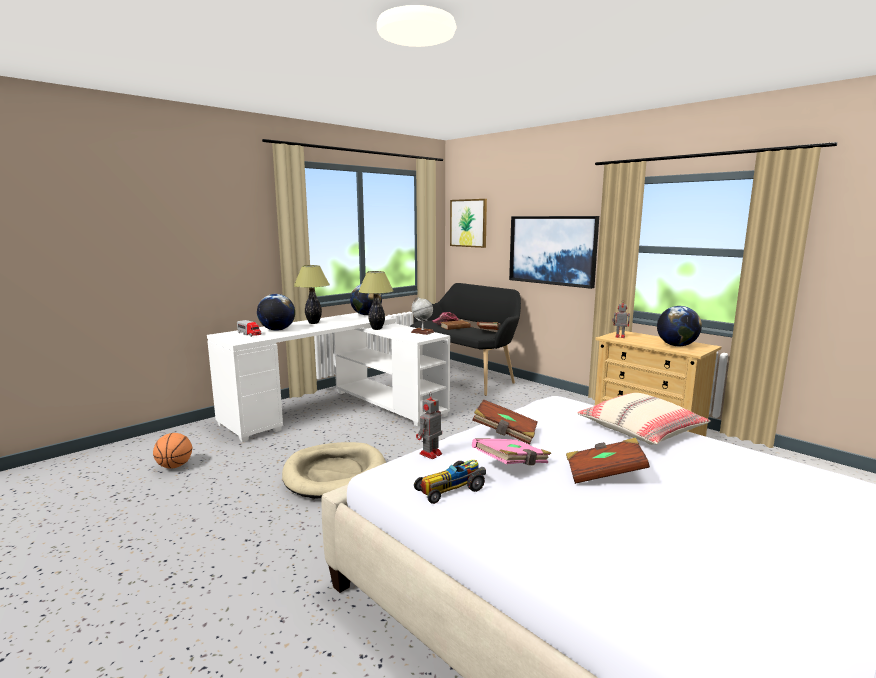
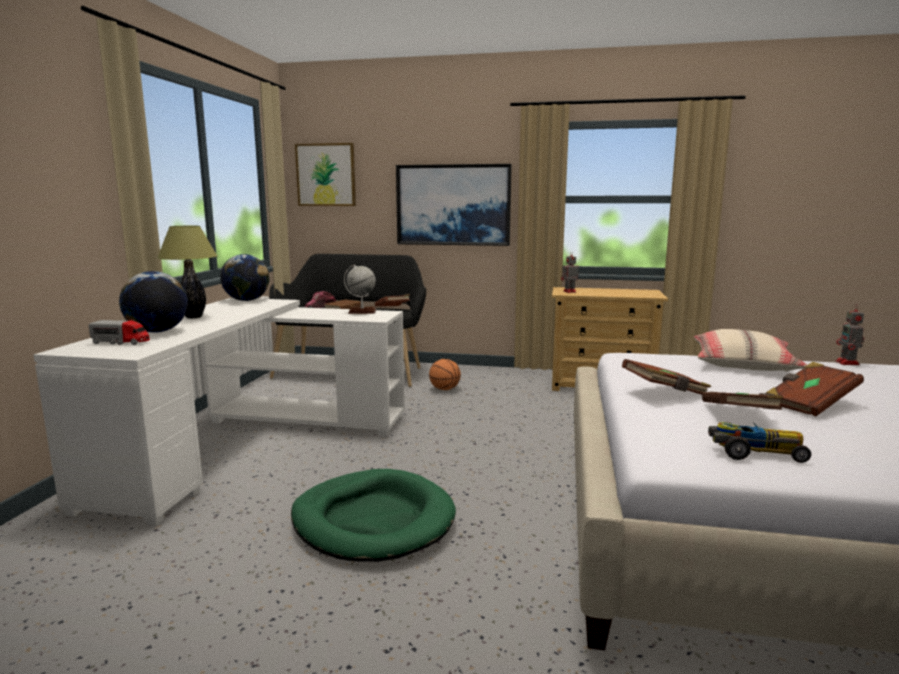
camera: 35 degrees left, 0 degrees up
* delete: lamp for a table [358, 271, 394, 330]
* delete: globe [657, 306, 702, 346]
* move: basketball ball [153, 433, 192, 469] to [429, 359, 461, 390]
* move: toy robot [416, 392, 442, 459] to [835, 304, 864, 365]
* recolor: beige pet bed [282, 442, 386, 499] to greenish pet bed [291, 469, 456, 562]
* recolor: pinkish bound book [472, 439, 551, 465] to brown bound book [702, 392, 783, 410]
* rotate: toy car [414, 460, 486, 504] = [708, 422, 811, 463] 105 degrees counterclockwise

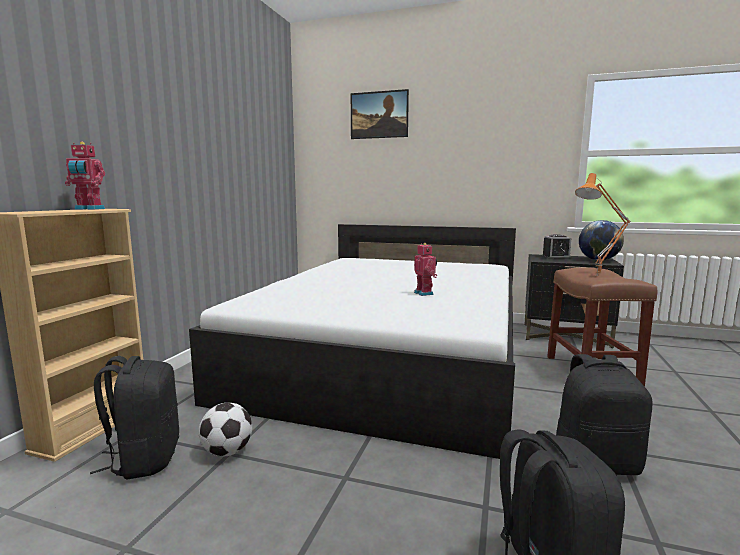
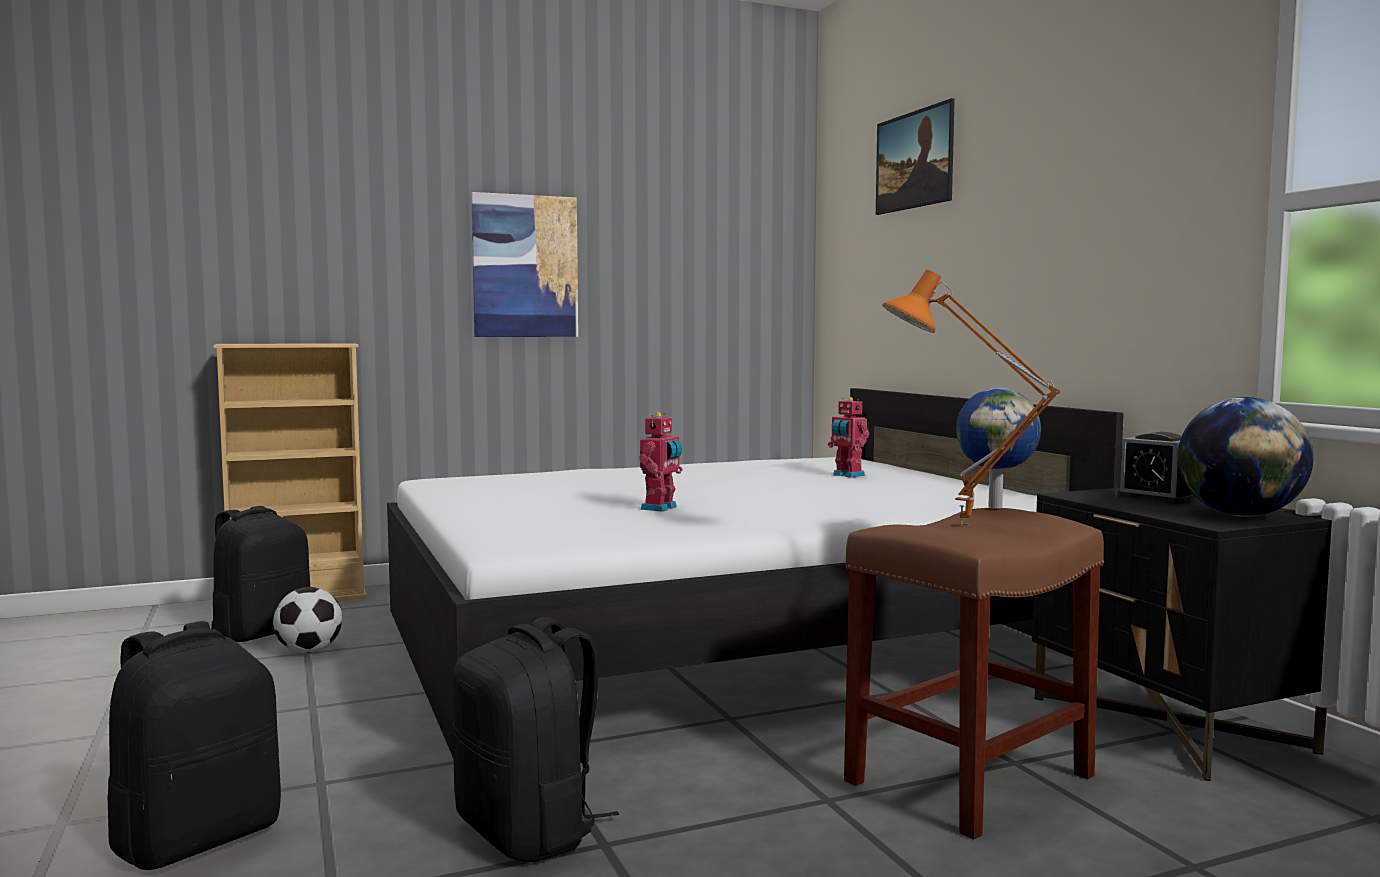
camera: 50 degrees right, 5 degrees down
* insert: picture [471, 192, 578, 337]
* insert: globe [956, 388, 1041, 508]
* move: toy robot [65, 142, 105, 210] to [828, 397, 869, 478]

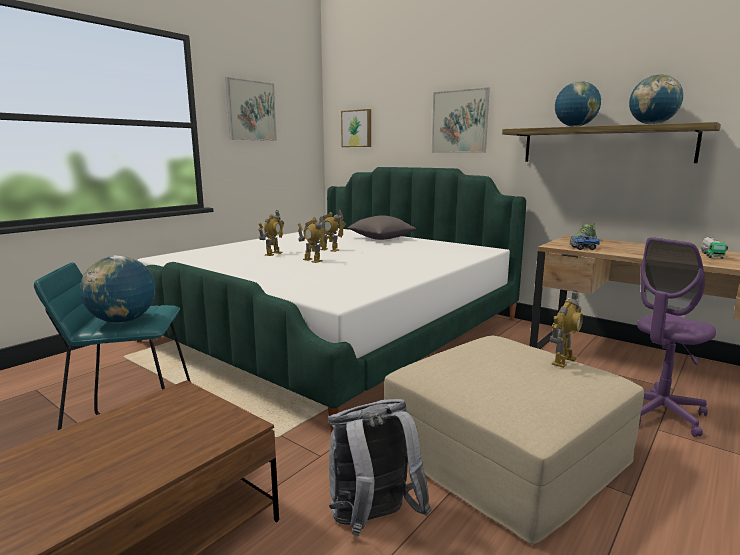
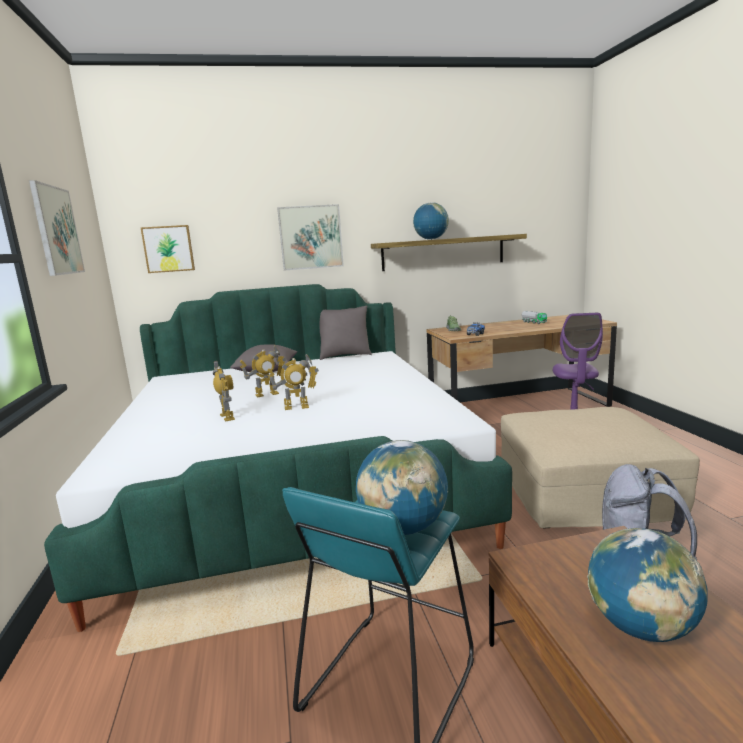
camera: 50 degrees left, 0 degrees up
* delete: toy robot [550, 290, 583, 368]
* insert: gray cushion [319, 306, 372, 360]
* move: globe [629, 74, 683, 124] to [587, 528, 708, 642]

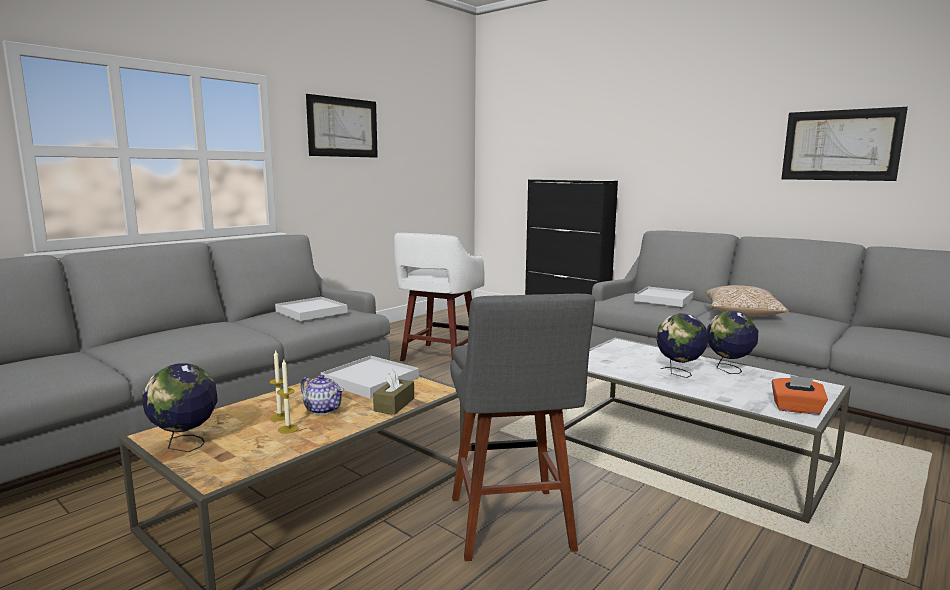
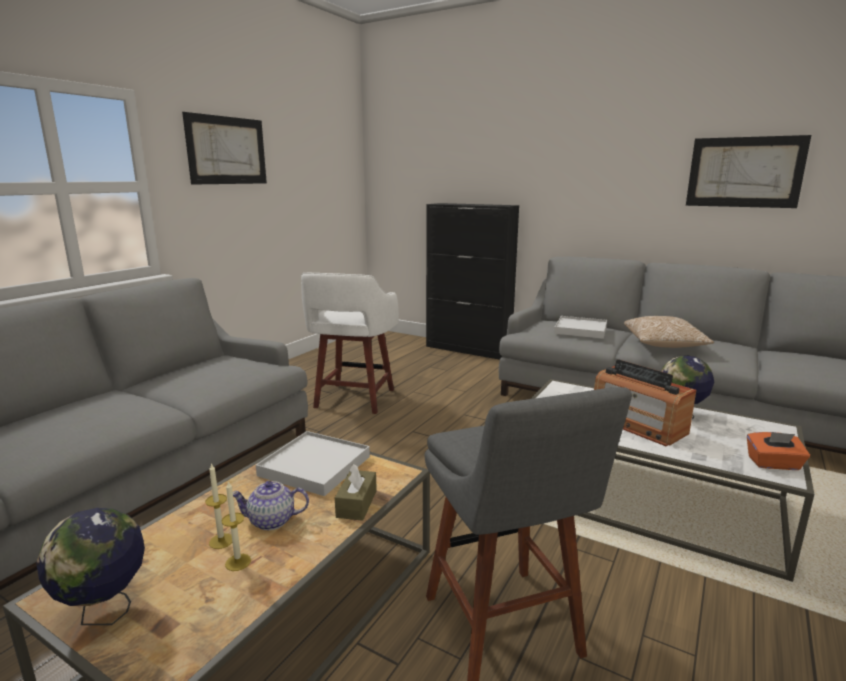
camera: 10 degrees left, 5 degrees up
* delete: white-coloured serving tray [275, 297, 348, 321]
* replace: globe [656, 313, 708, 378] to radio [594, 359, 696, 446]
* rotate: tea pot [300, 375, 344, 415] = [233, 481, 309, 530] 150 degrees clockwise

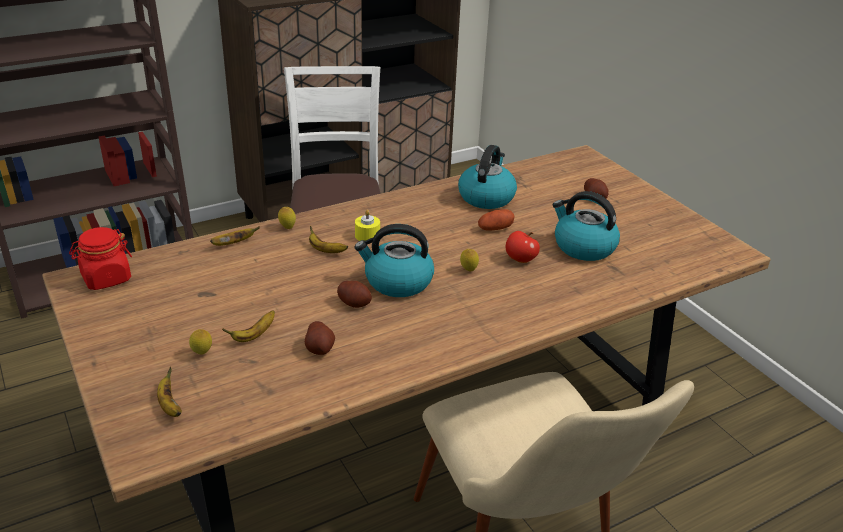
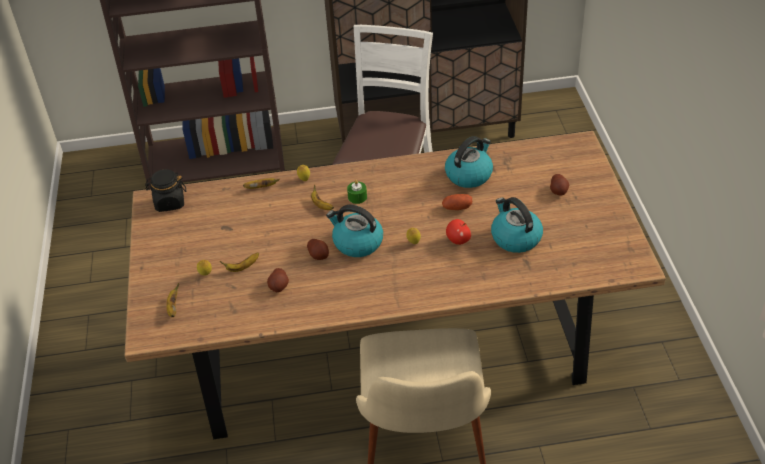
camera: 25 degrees right, 10 degrees up
* recolor: reddish storage jar [69, 227, 132, 290] to black storage jar [145, 169, 186, 212]
* recolor: yellow-coloured wax candle [355, 210, 380, 241] to greenish wax candle [347, 180, 367, 204]

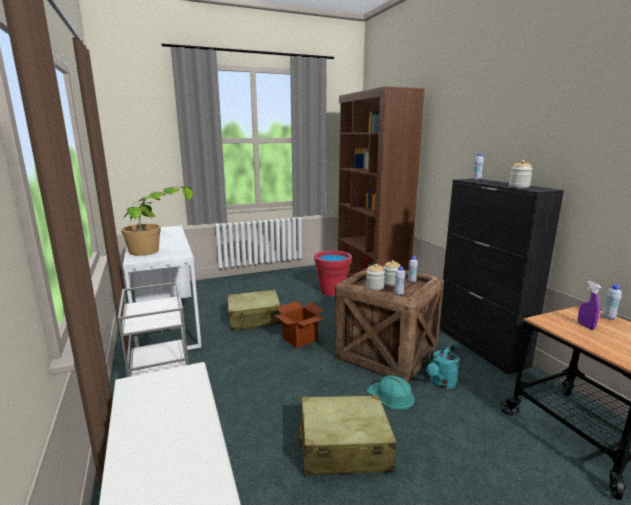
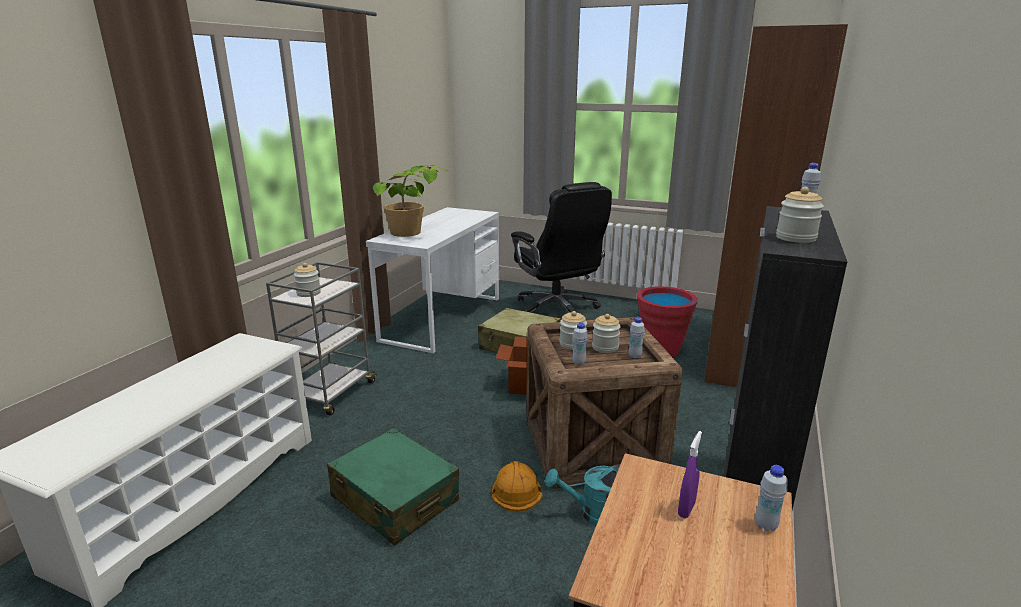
camera: 45 degrees right, 5 degrees up
* insert: storage jar [294, 263, 321, 297]
* insert: black computer chair [511, 182, 612, 313]
* recolor: beige travel case [295, 395, 397, 476] to greenish travel case [327, 428, 459, 546]
* recolor: turquoise-coloured work helmet [367, 375, 414, 410] to orange-coloured work helmet [492, 461, 542, 512]

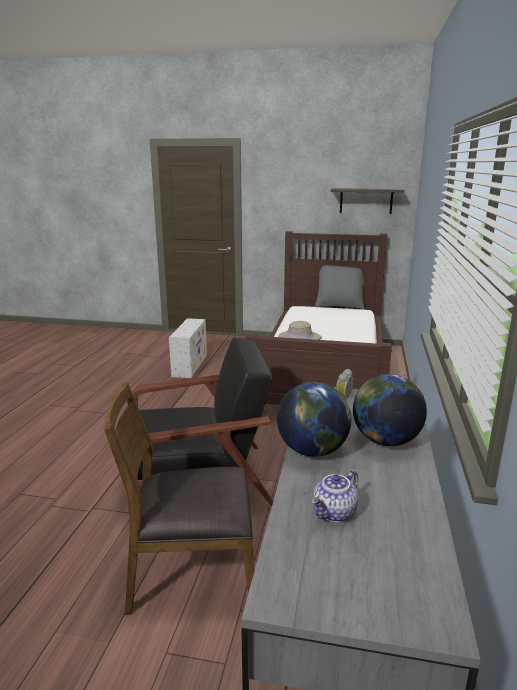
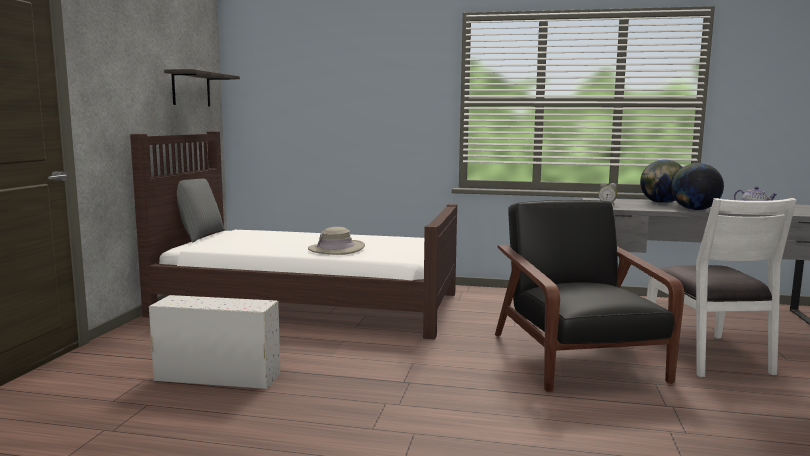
camera: 90 degrees left, 10 degrees down
* recolor: brown upright chair [104, 382, 255, 615] to white-coloured upright chair [646, 198, 797, 377]

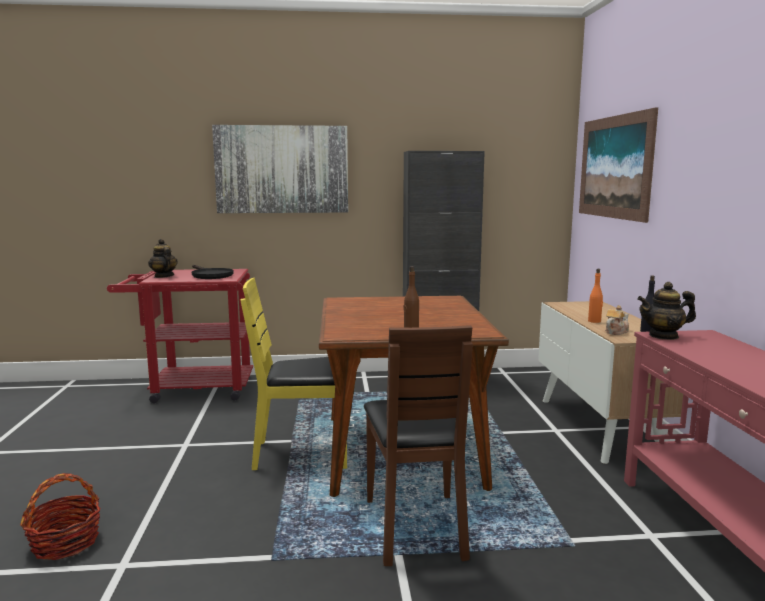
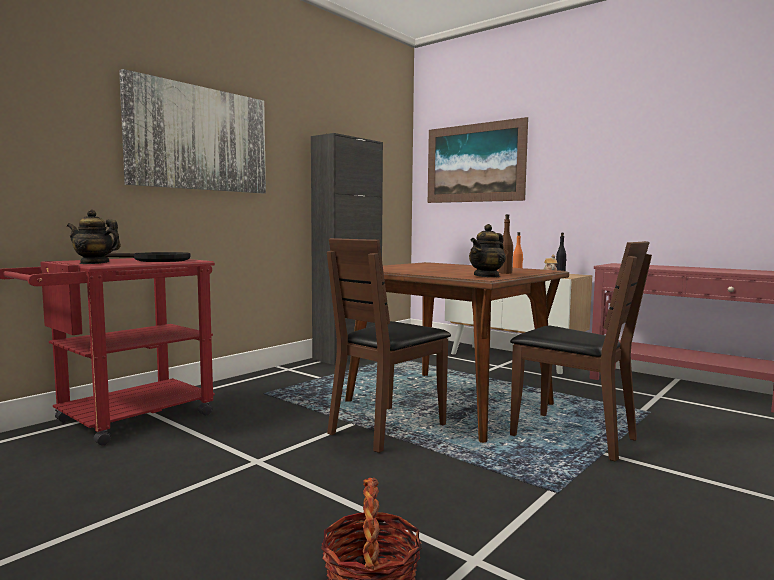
camera: 45 degrees left, 5 degrees down
* move: tea pot [637, 282, 696, 340] to [469, 224, 506, 278]
* recolor: yellow-coloured upright chair [240, 278, 347, 470] to brown upright chair [327, 238, 451, 453]

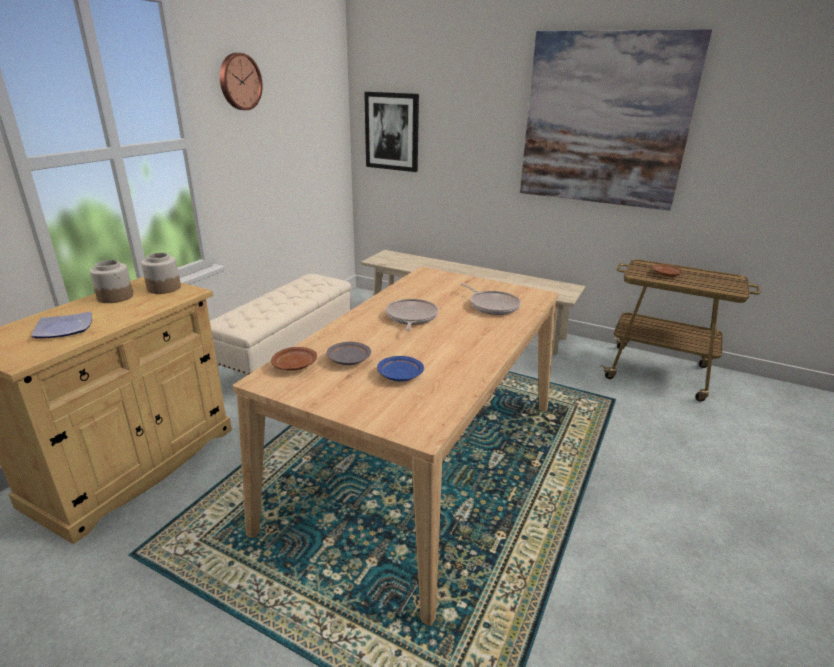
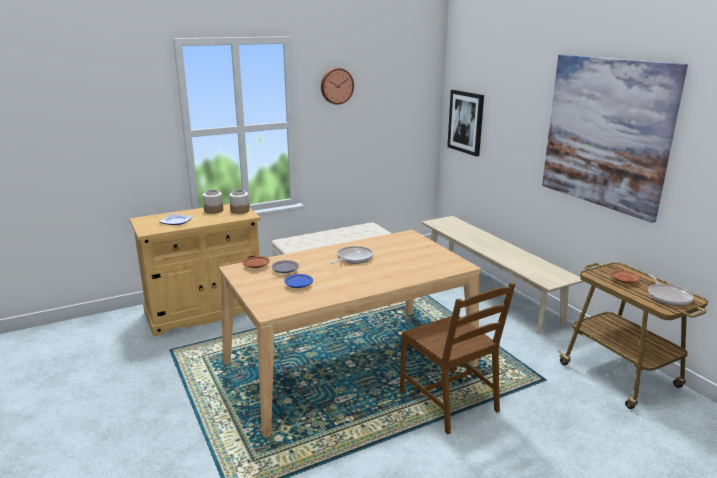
camera: 35 degrees right, 5 degrees down
* insert: brown upright chair [400, 282, 516, 434]
* move: skillet [461, 283, 521, 315] to [648, 274, 694, 306]

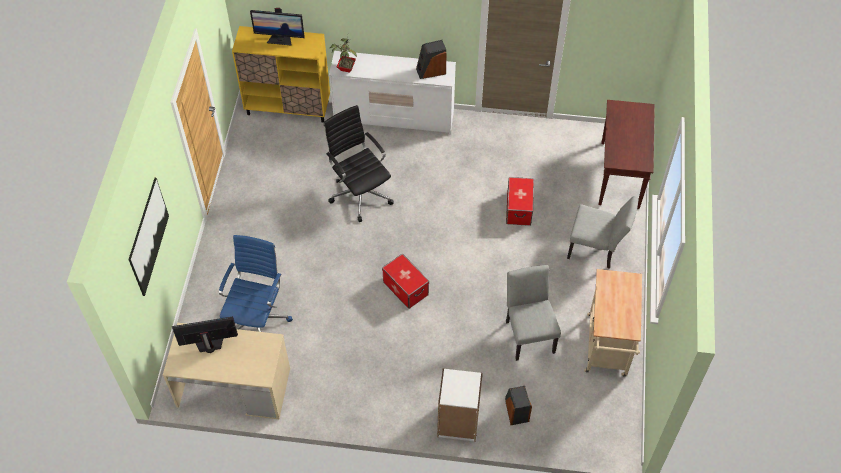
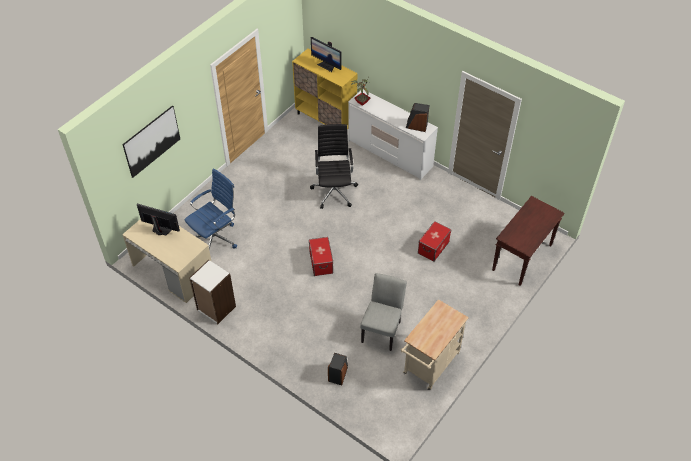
camera: 30 degrees right, 5 degrees down
* delete: gray upright chair [567, 196, 639, 269]
* move: white-coloured shelving unit [437, 368, 483, 442] to [189, 260, 236, 325]

